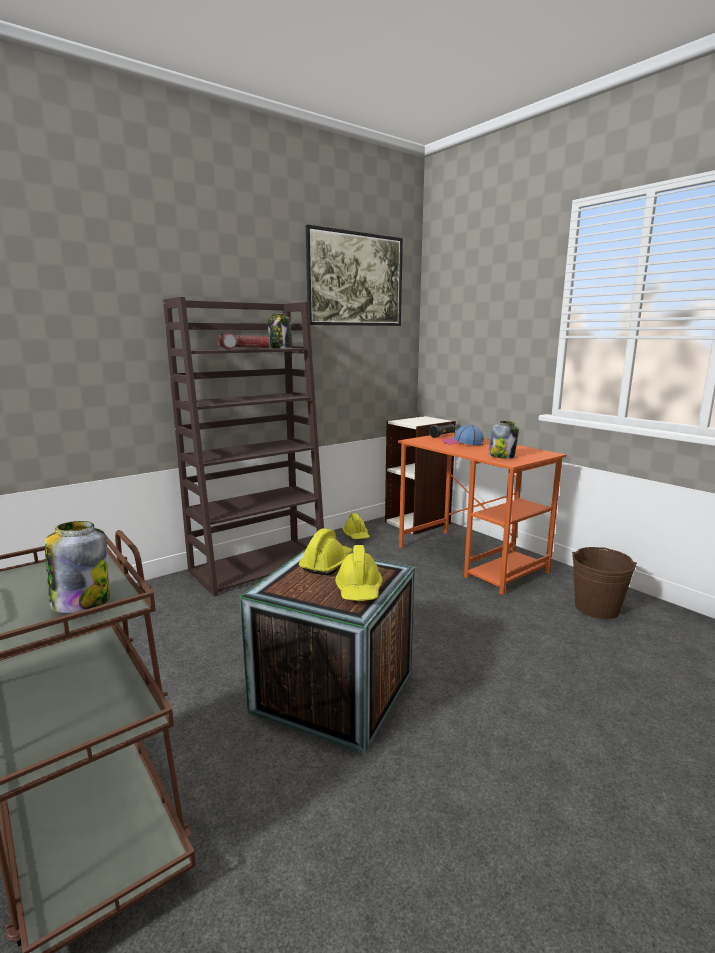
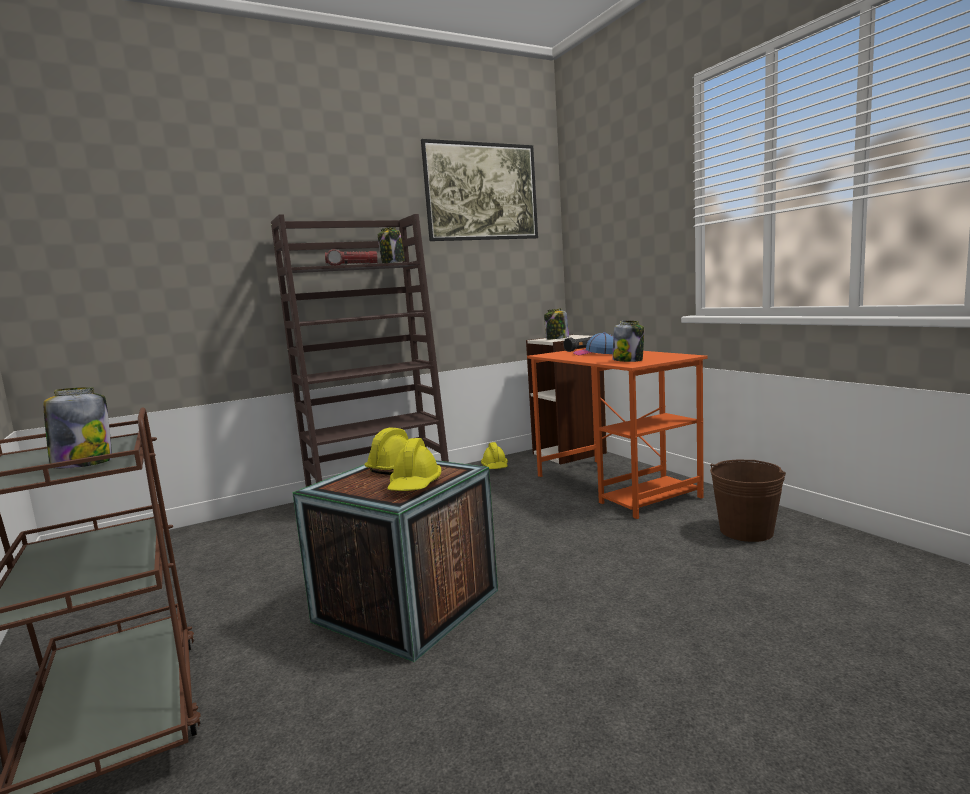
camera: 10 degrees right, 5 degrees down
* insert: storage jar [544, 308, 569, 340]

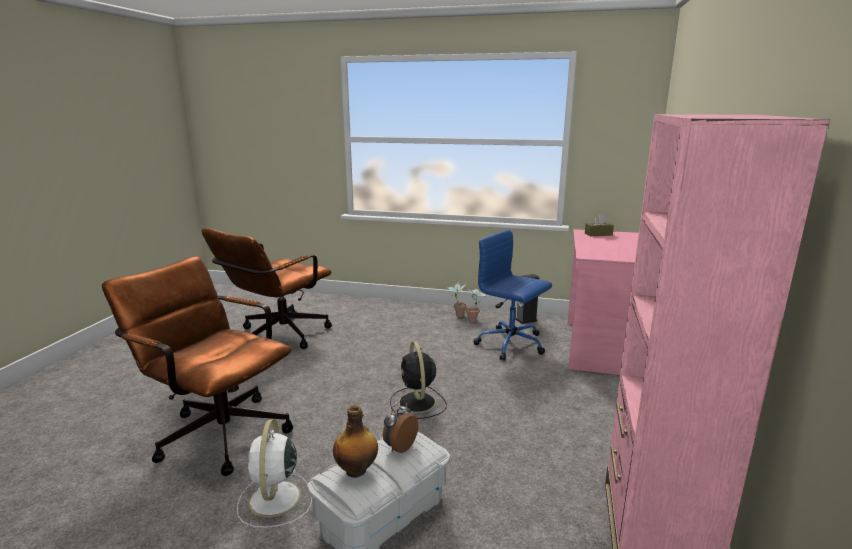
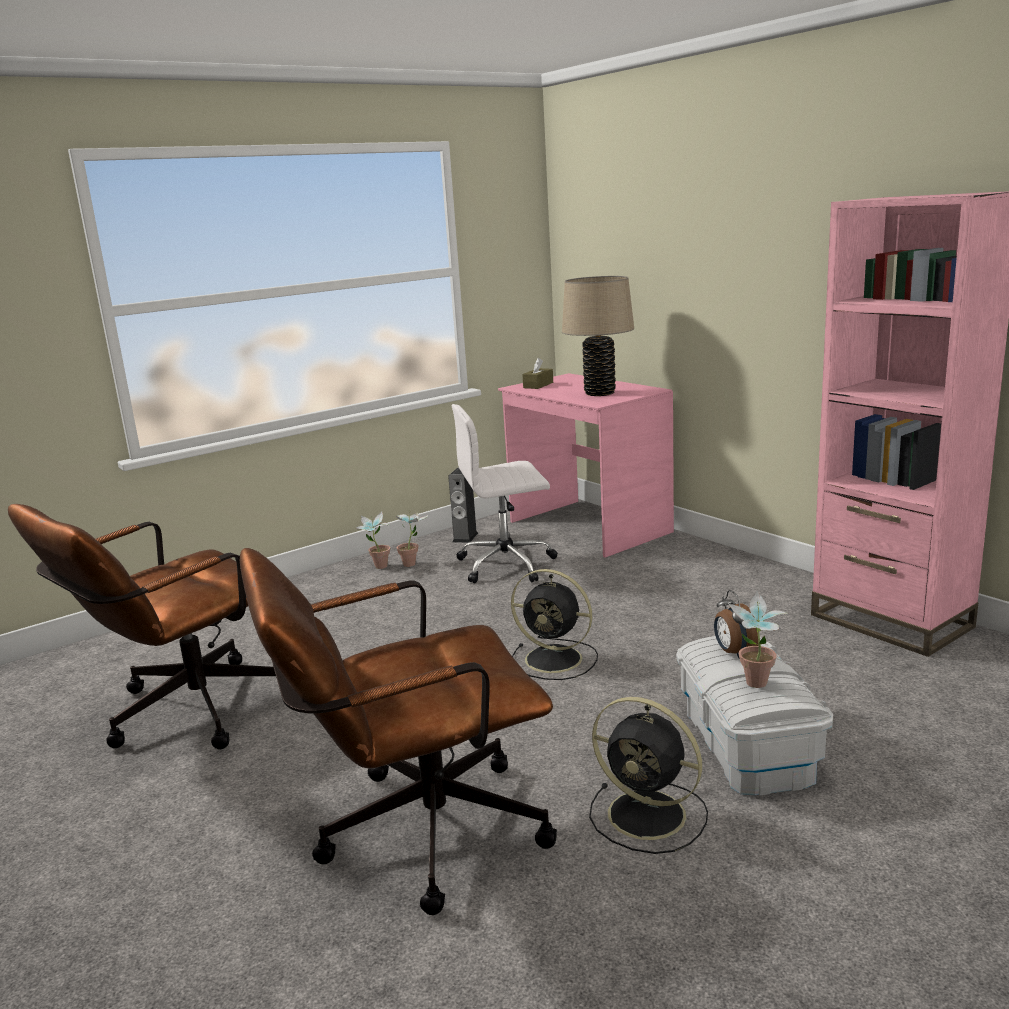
camera: 50 degrees left, 0 degrees up
* insert: beige lamp for a table [562, 276, 634, 396]
* replace: drink bottle [333, 405, 378, 478] to potted plant [729, 592, 789, 688]
* recolor: white-coloured cooling fan [237, 419, 312, 528] to black cooling fan [589, 697, 708, 854]
* recolor: blue-coloured computer chair [474, 230, 552, 361] to white-coloured computer chair [452, 404, 558, 583]
* rotate: brown computer chair [202, 228, 331, 349] = [8, 504, 276, 750] 60 degrees clockwise

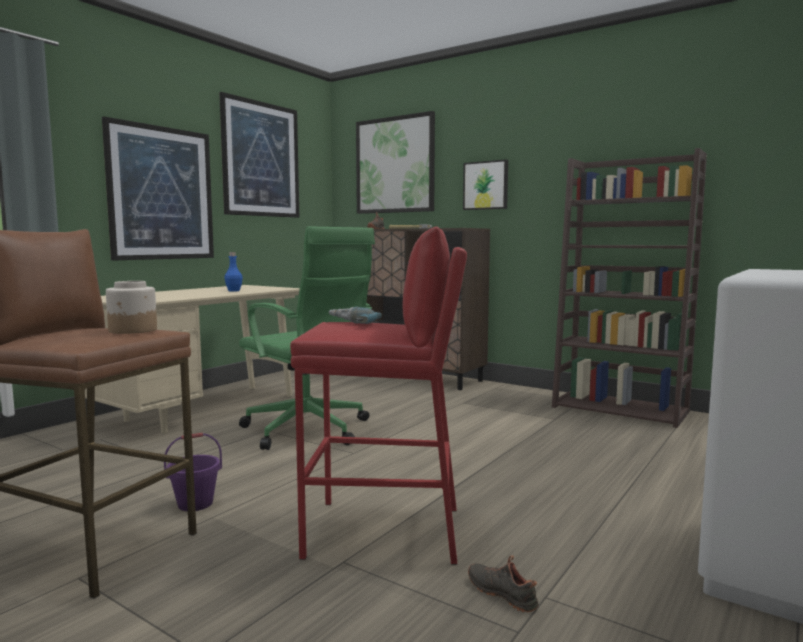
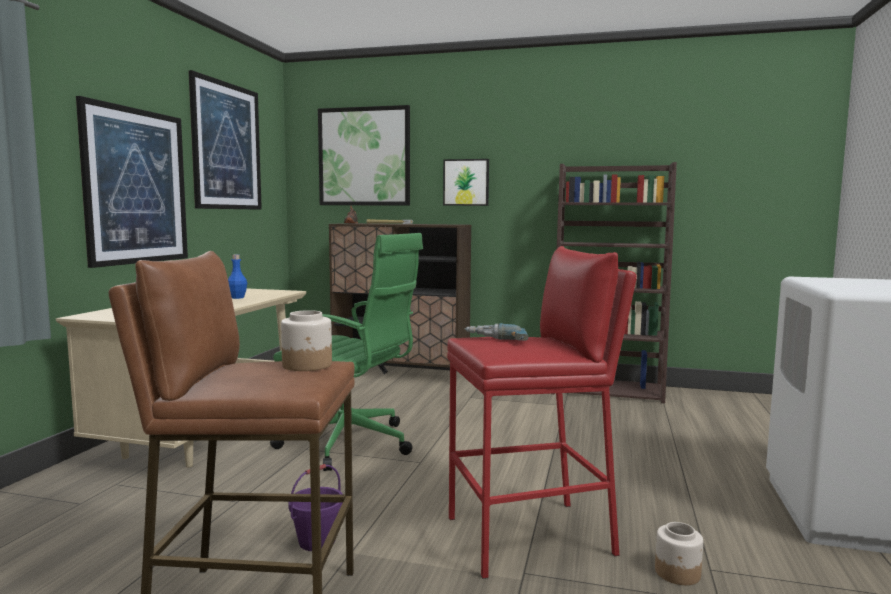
camera: 20 degrees left, 0 degrees up
* replace: black item of footwear [468, 555, 539, 612] to storage jar [655, 522, 703, 585]

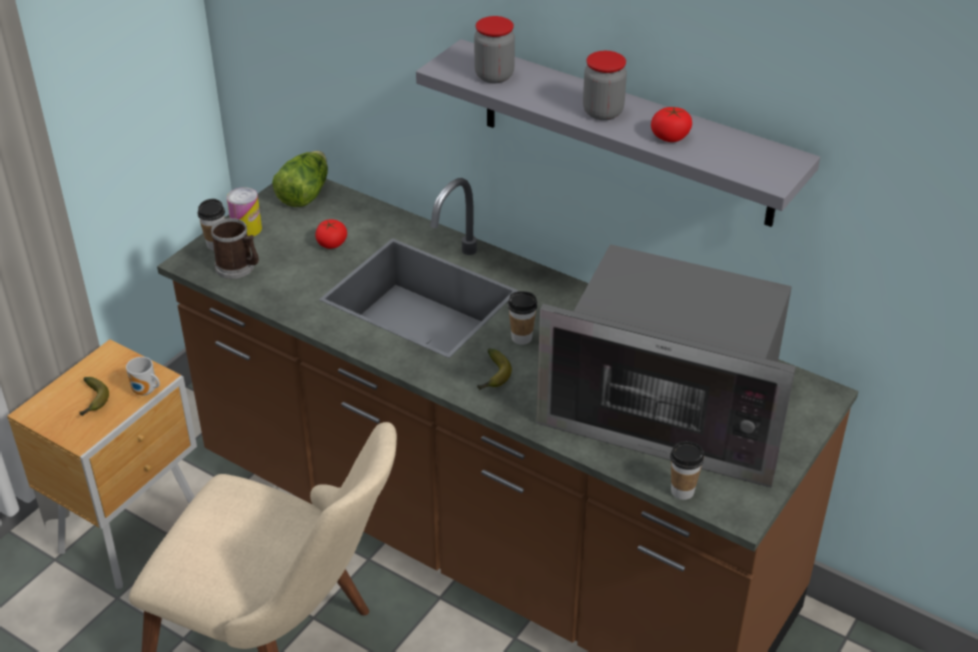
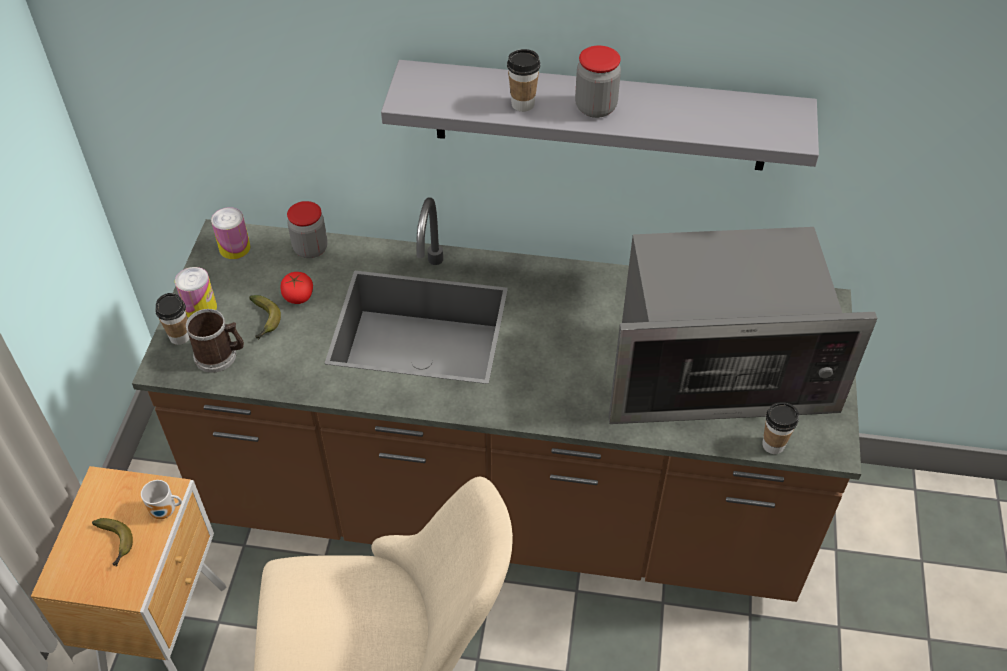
camera: 25 degrees left, 10 degrees up
* delete: fresh tomato [651, 107, 692, 142]
* move: storage jar [474, 16, 515, 83] to [287, 201, 328, 258]
* move: whole banana [477, 348, 512, 390] to [249, 295, 281, 340]
* move: small cup [508, 291, 537, 345] to [507, 49, 540, 112]
* replace: lettuce head [272, 151, 328, 207] to sealed can [211, 207, 251, 259]

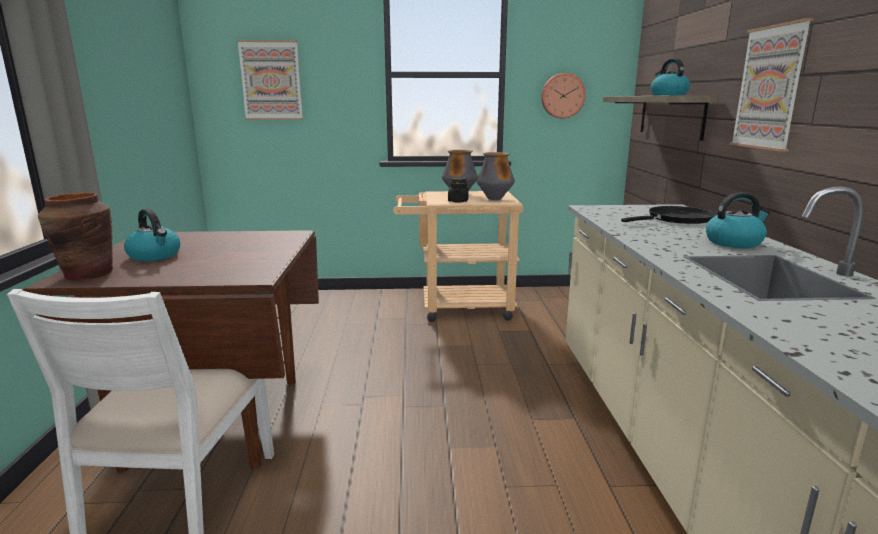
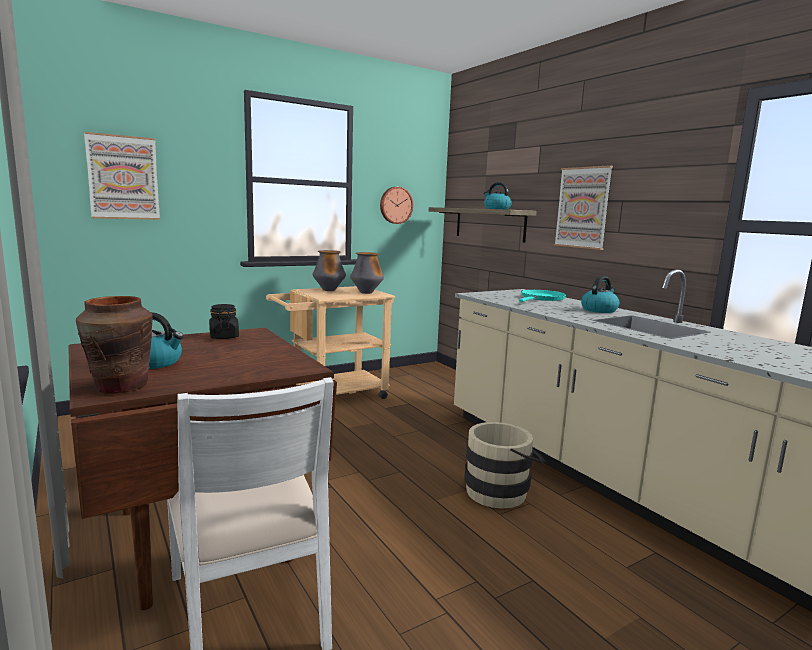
camera: 30 degrees left, 5 degrees down
* insert: beige pail [464, 422, 546, 509]
* move: black storage jar [448, 177, 469, 203] to [209, 304, 239, 339]
* recolor: black skillet [621, 206, 716, 224] to turquoise-coloured skillet [519, 290, 566, 302]

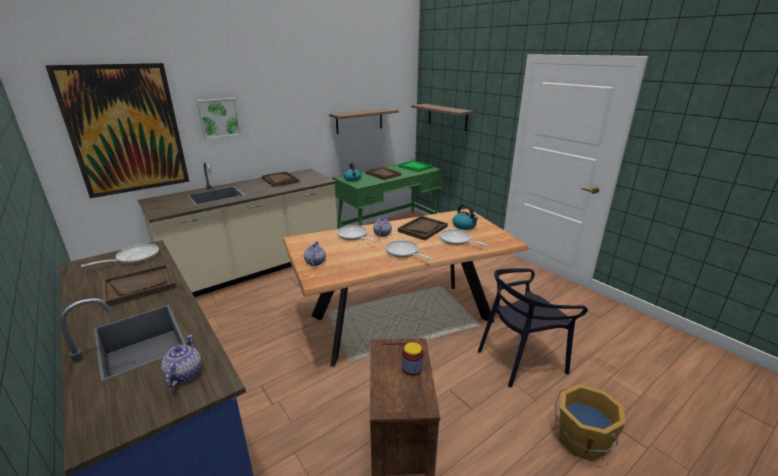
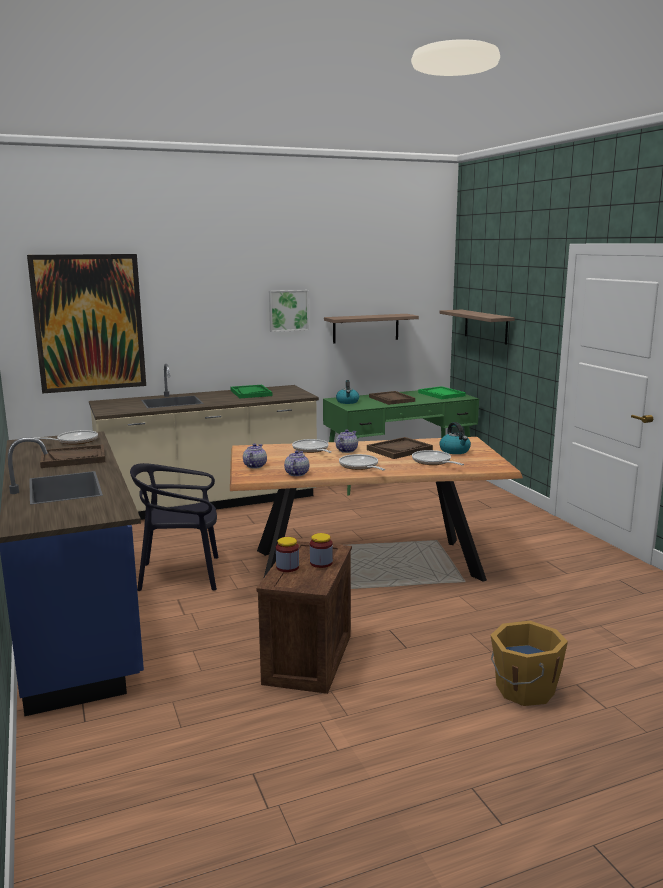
camera: 15 degrees right, 10 degrees down
* insert: storage jar [276, 537, 299, 572]
* move: tea pot [161, 335, 202, 388] to [284, 450, 309, 476]
* move: picture [197, 98, 241, 139] to [269, 290, 309, 332]
* move: black upright chair [478, 268, 588, 387] to [130, 463, 219, 591]
* recolor: brown serving tray [262, 171, 299, 187] to greenish serving tray [230, 385, 272, 398]

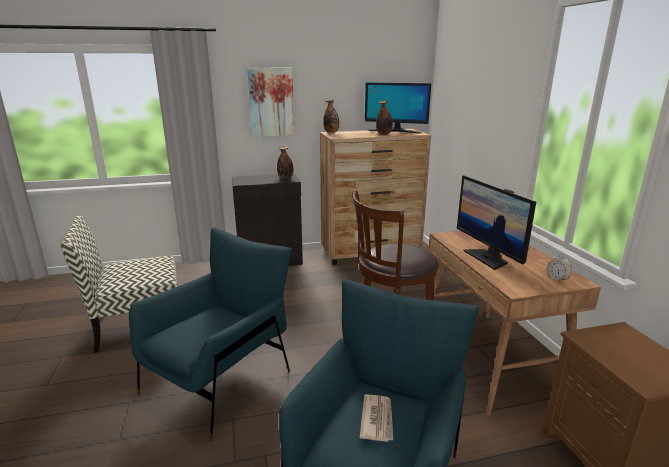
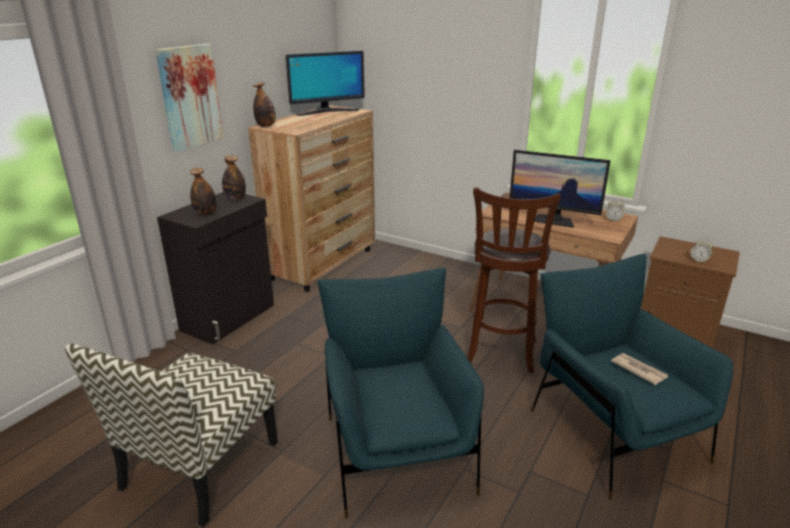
camera: 45 degrees left, 5 degrees up
* insert: table clock [690, 238, 714, 263]
* move: drink bottle [376, 101, 393, 135] to [190, 168, 217, 216]

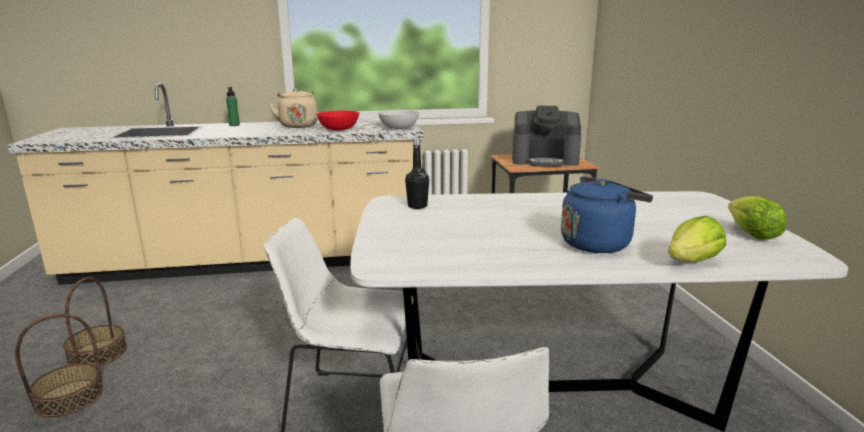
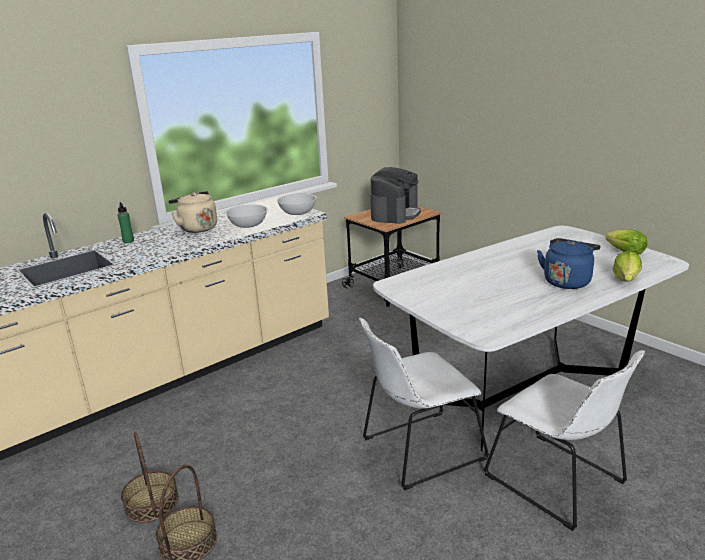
camera: 30 degrees left, 5 degrees up
* delete: black drink bottle [405, 138, 429, 209]
* recolor: reddish deep dish [316, 111, 360, 130] to white-coloured deep dish [225, 205, 268, 228]
* rotate: coffee maker [512, 106, 581, 167] = [370, 167, 421, 224] 45 degrees counterclockwise

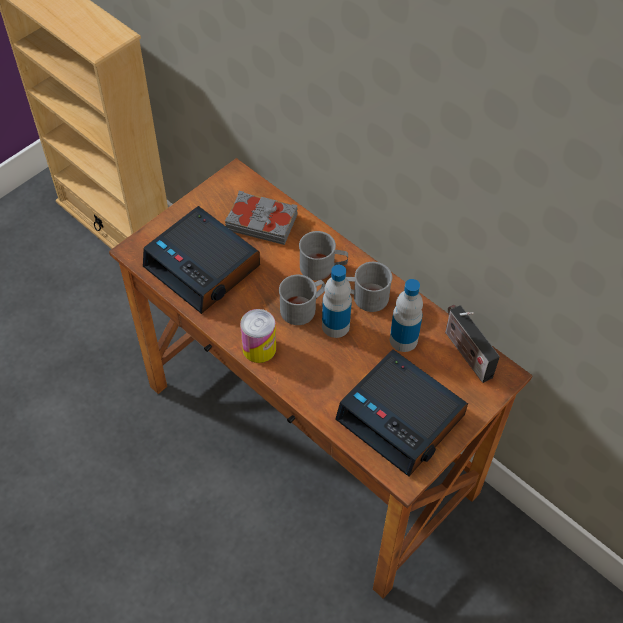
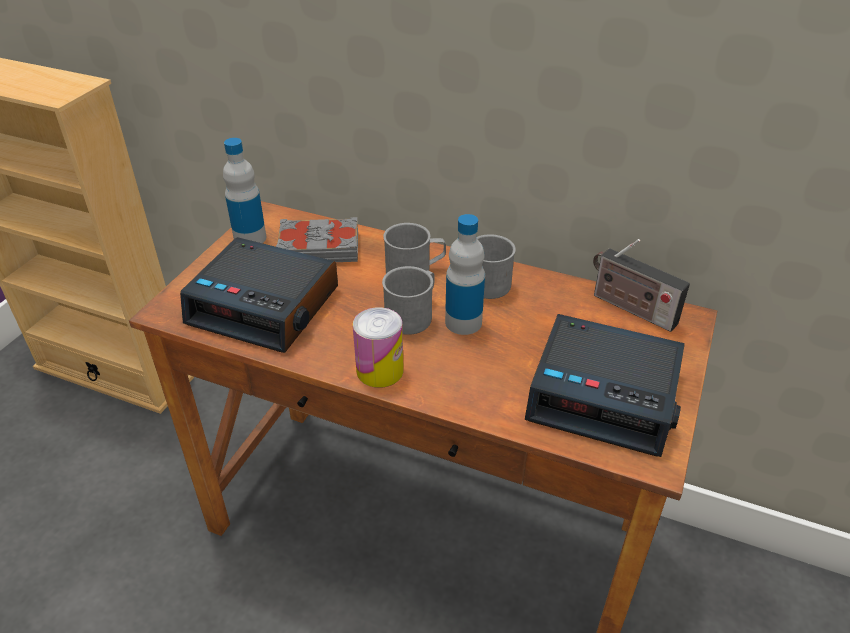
camera: 20 degrees left, 15 degrees down
* move: drink bottle [390, 279, 423, 352] to [223, 138, 267, 243]

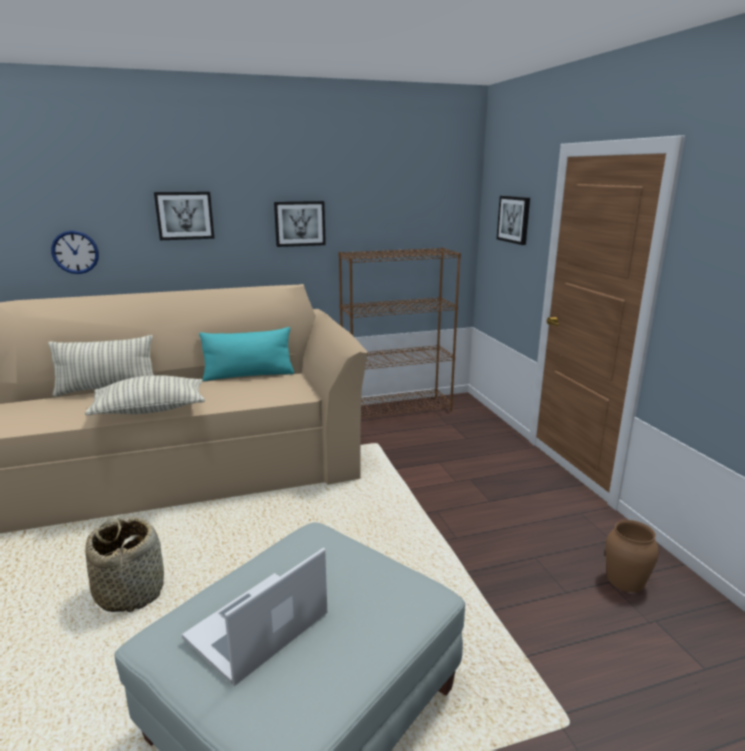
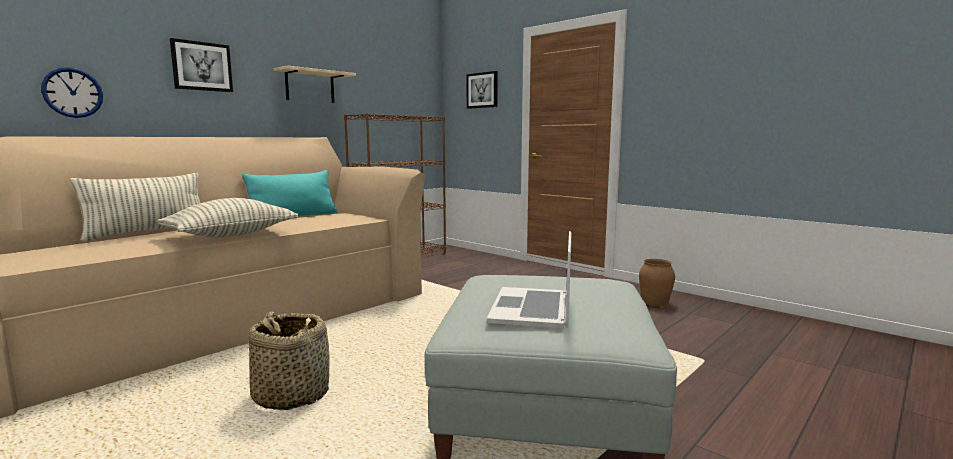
camera: 30 degrees left, 10 degrees down
* replace: picture [274, 201, 326, 247] to beige shelf [274, 65, 356, 103]

